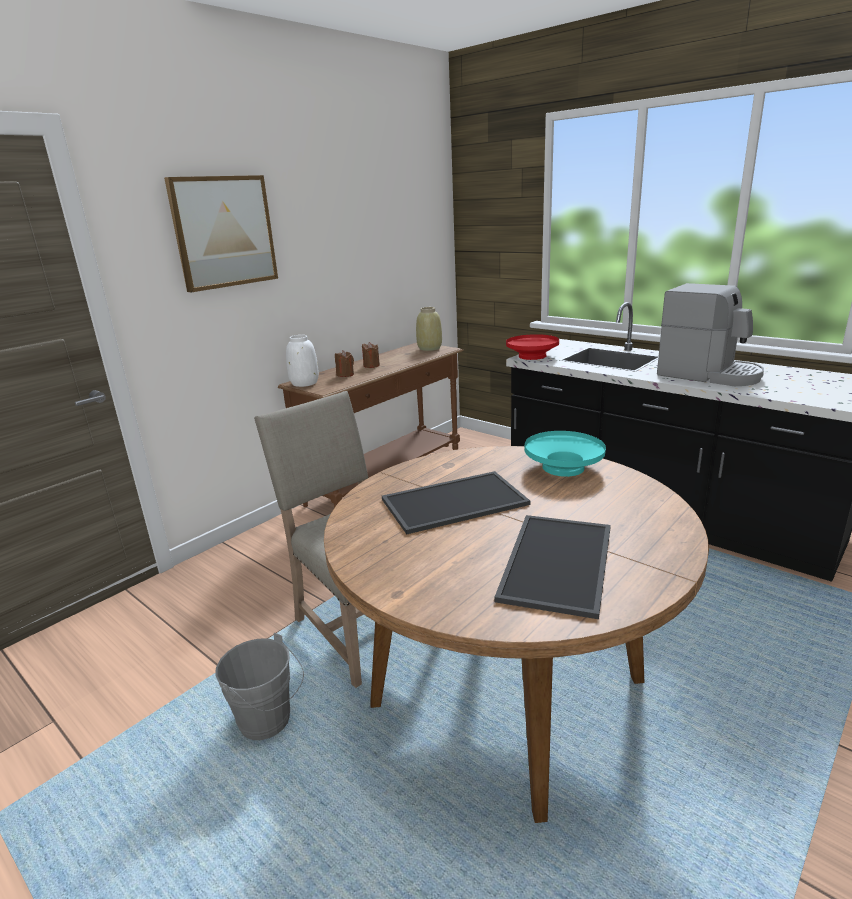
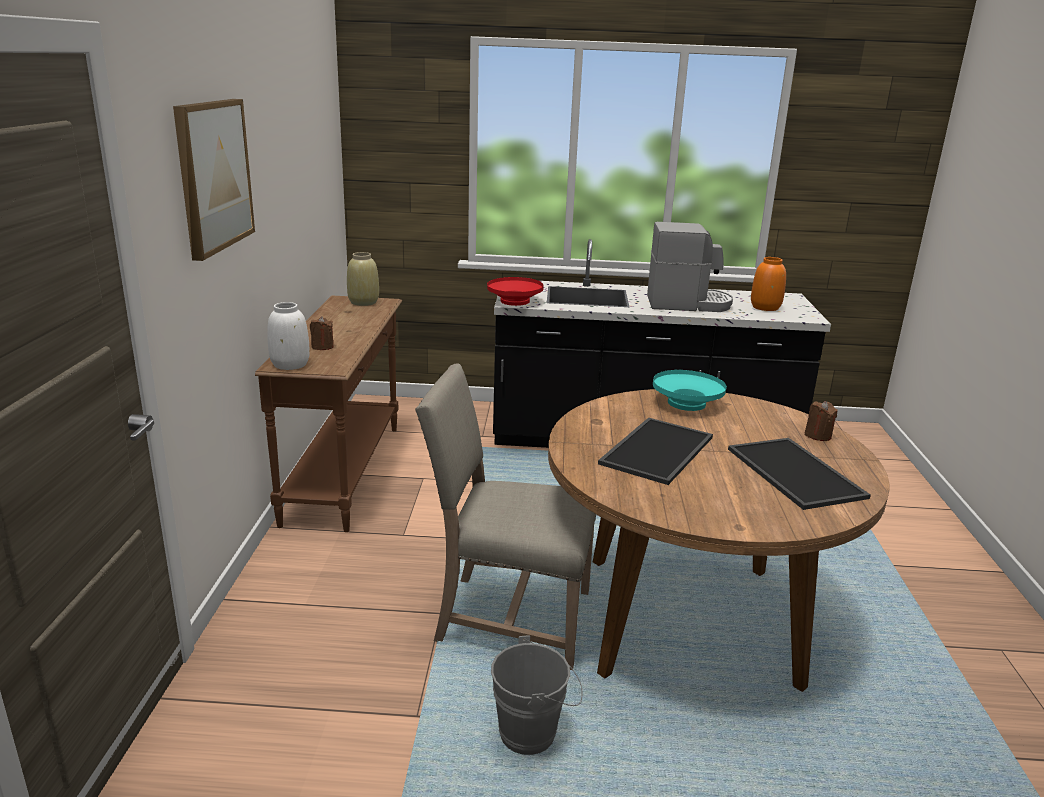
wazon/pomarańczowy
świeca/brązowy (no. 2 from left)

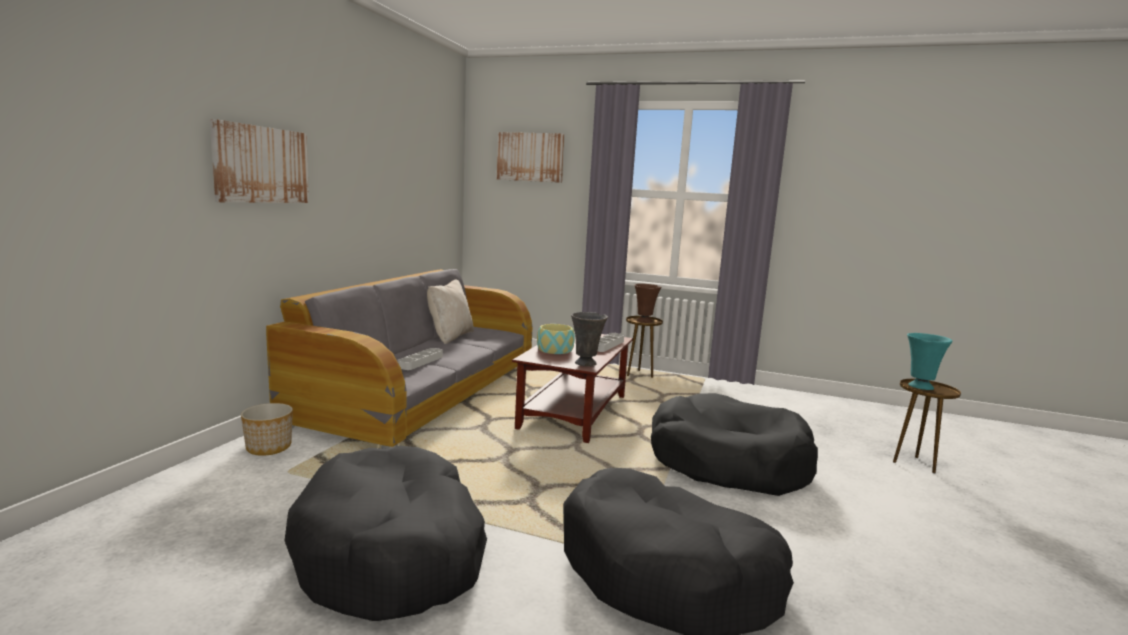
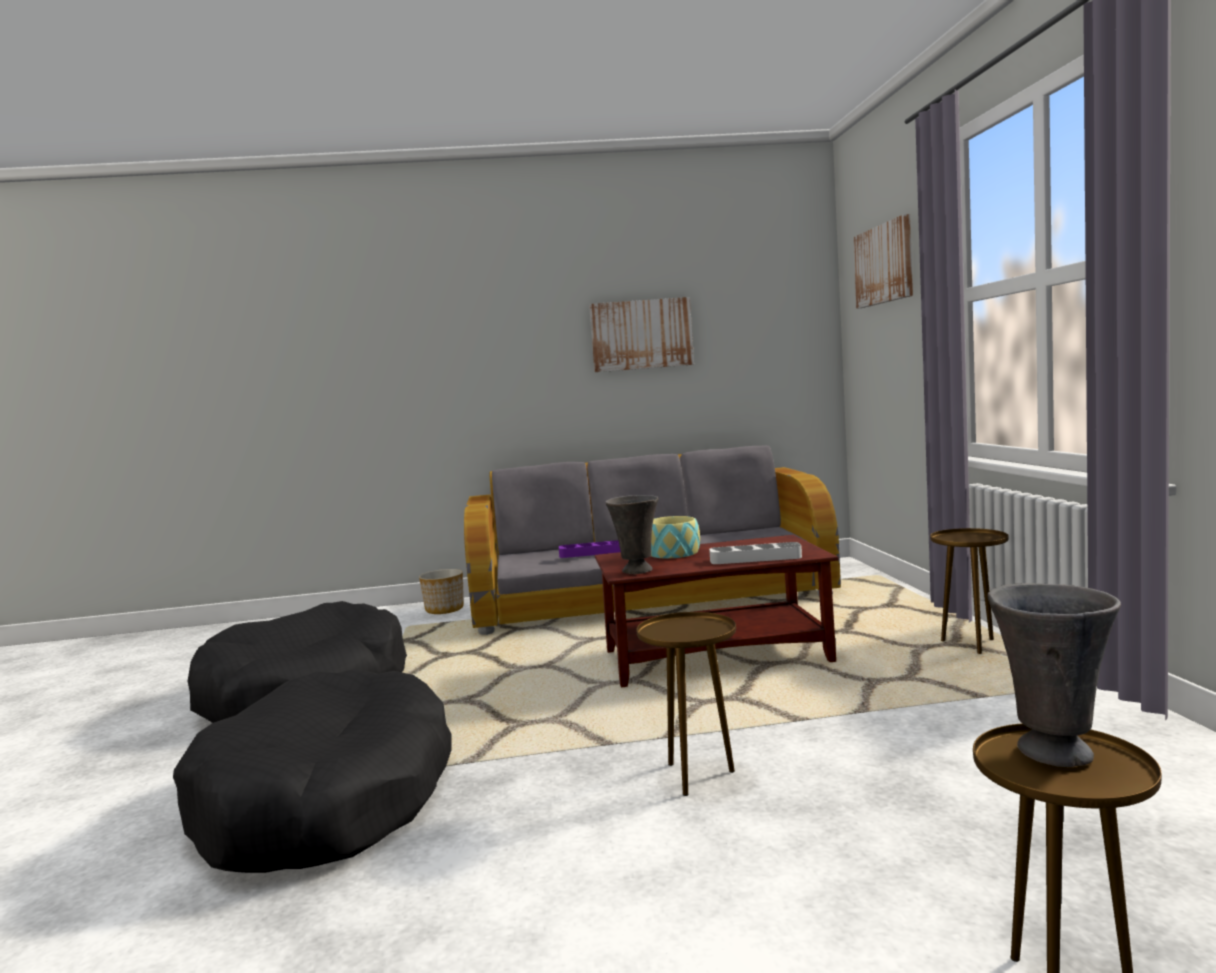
poduszka/beżowy
wazon/brązowy
obraz (no. 1 from left)
stolik/brązowy (no. 1 from left)
taca/fioletowy
wazon/szary (no. 2 from left)

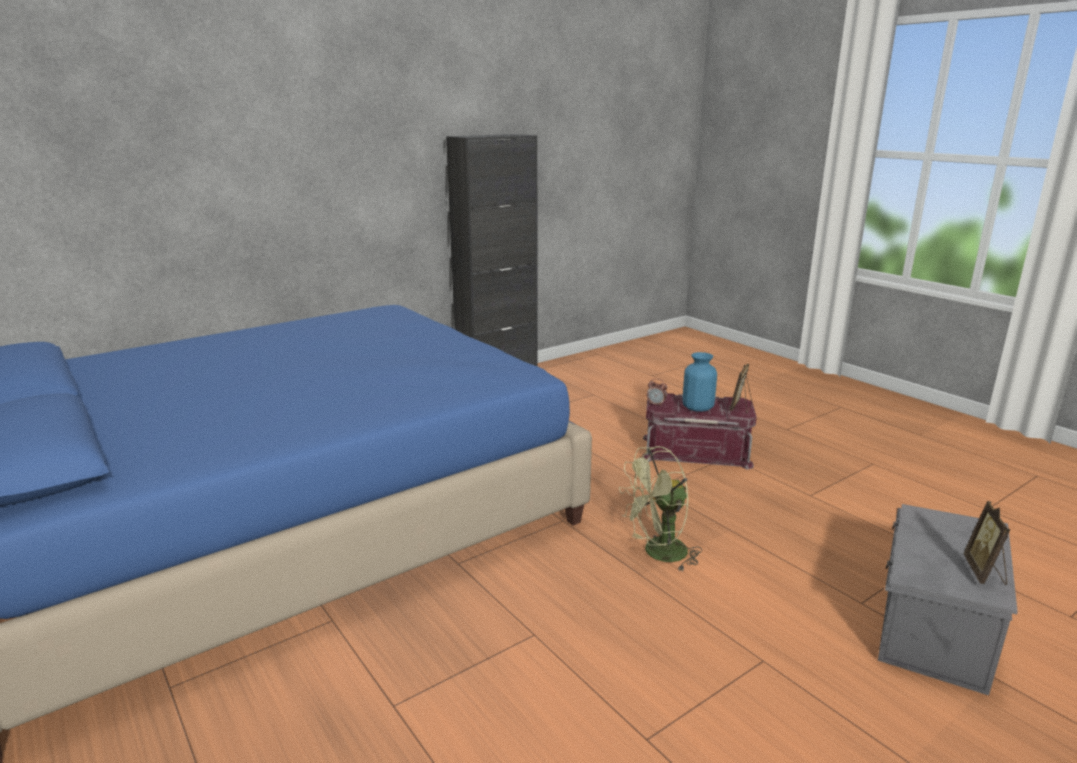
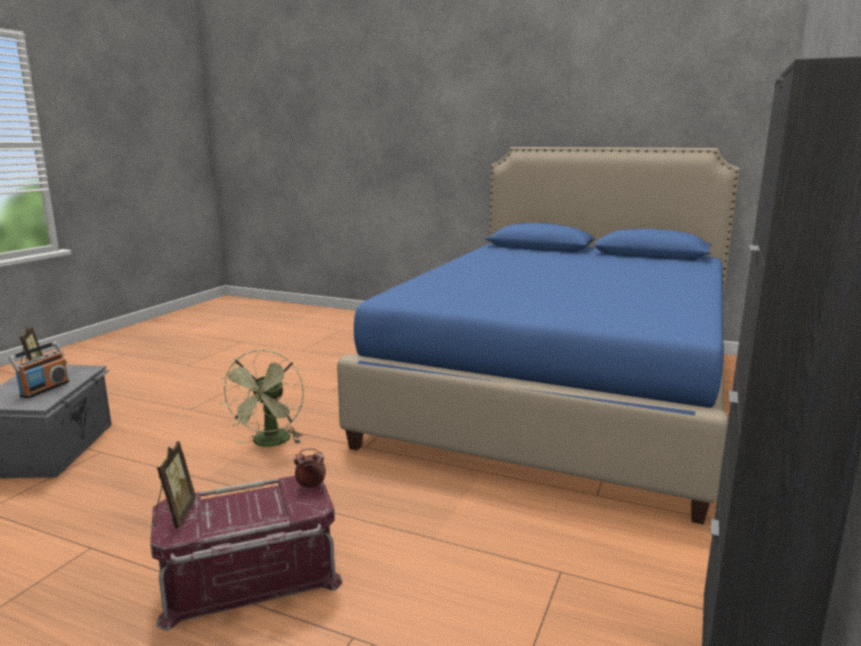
wazon/niebieski
radio
wentylator/zielony

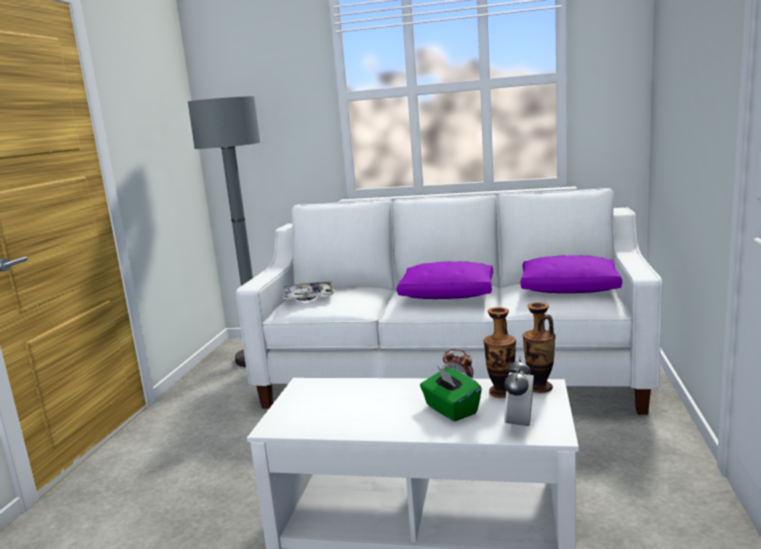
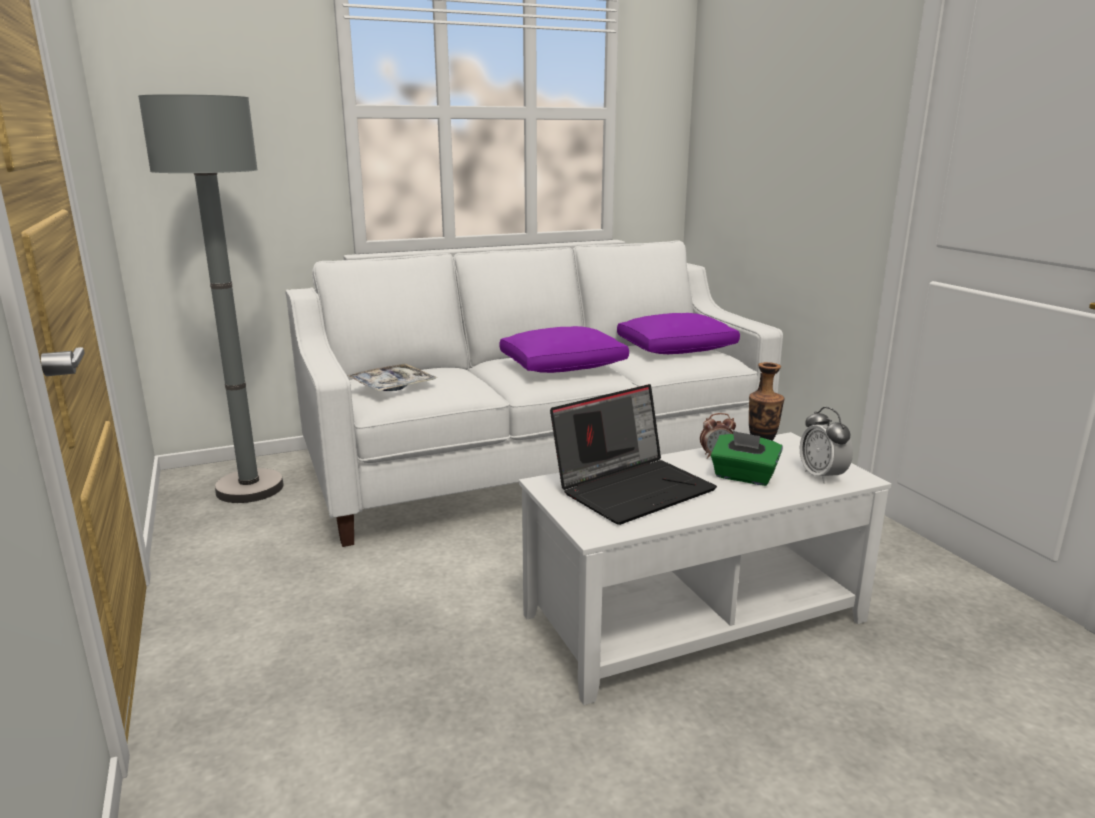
wazon (no. 2 from left in the first image)
laptop

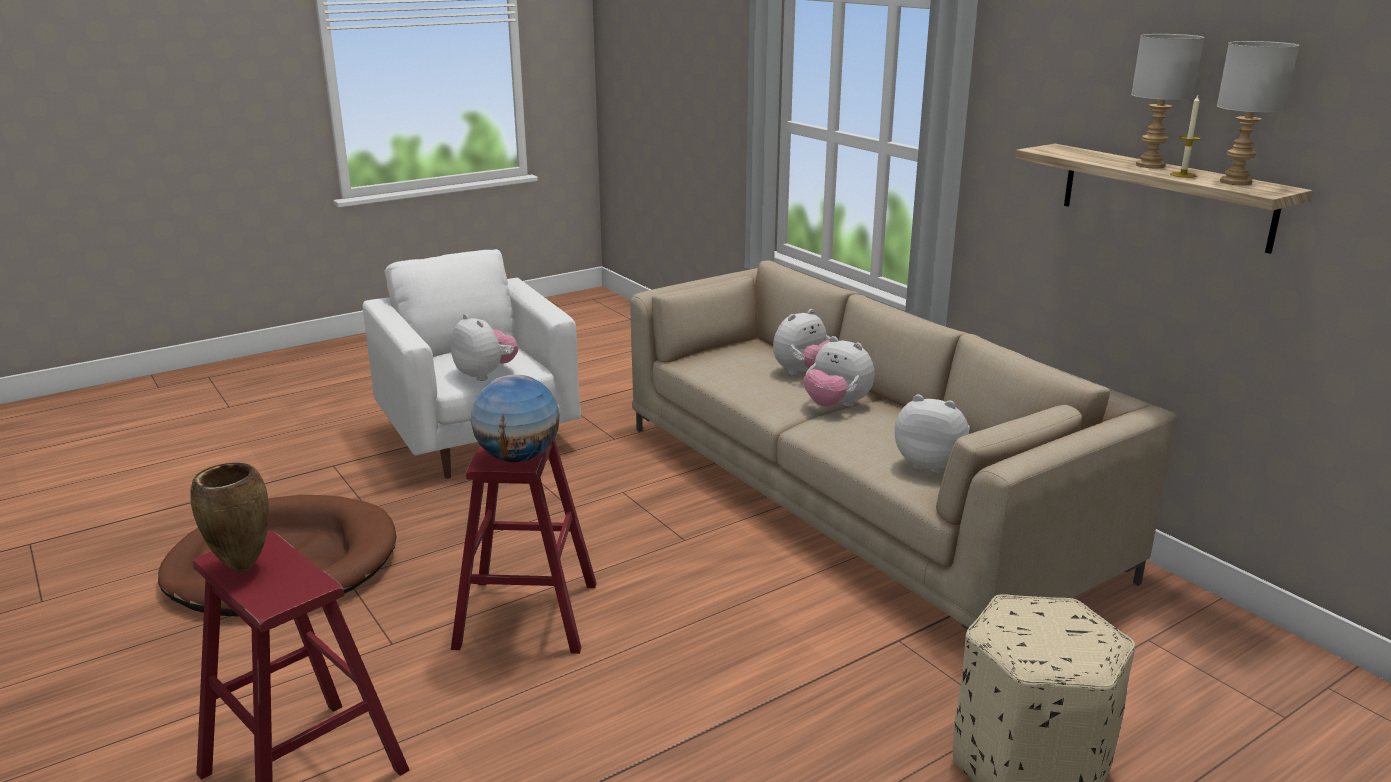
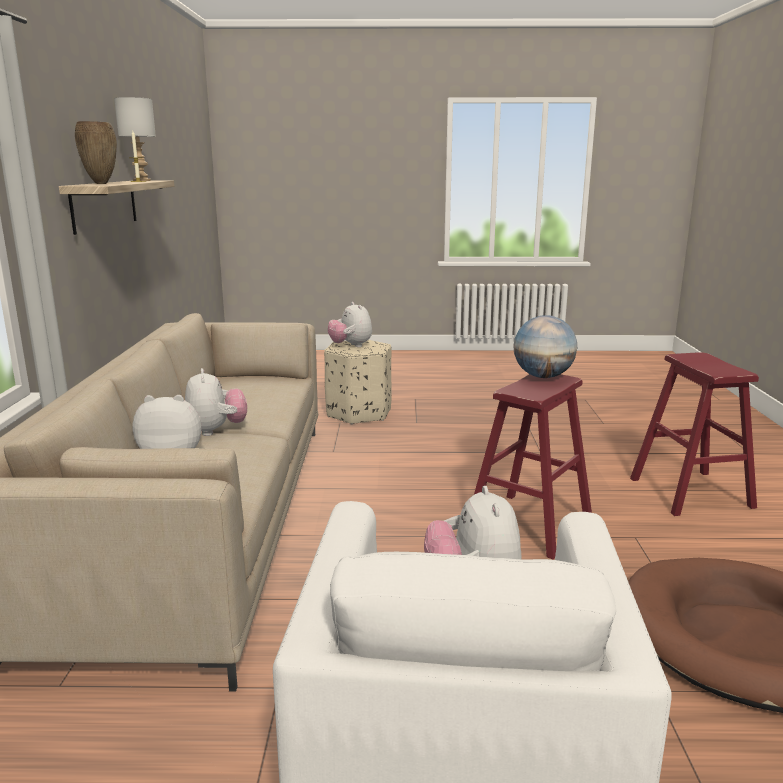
lampa stołowa/szary (no. 1 from left in the first image)
wazon/brązowy
pluszak (no. 3 from left)

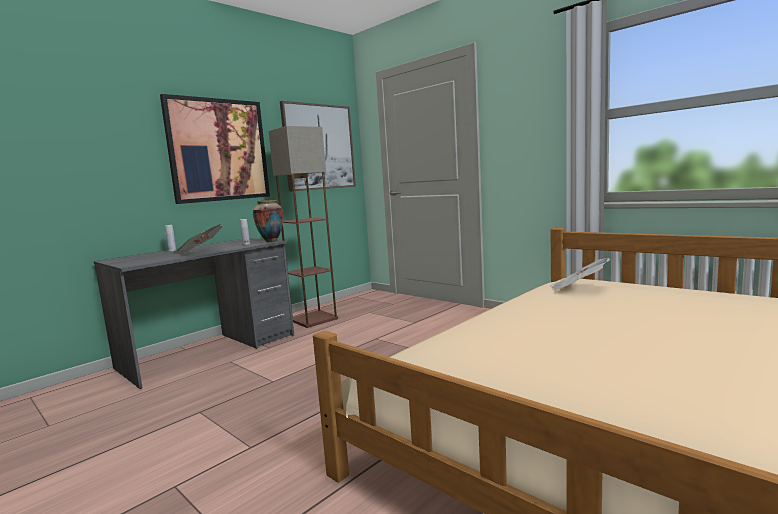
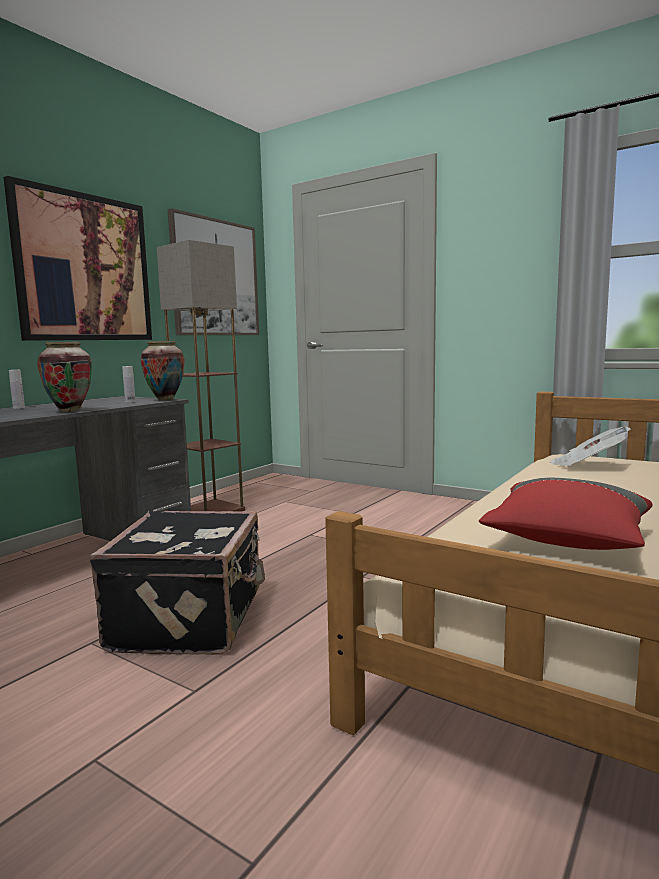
walizka/czarny
poduszka/czerwony
wazon (no. 1 from left)

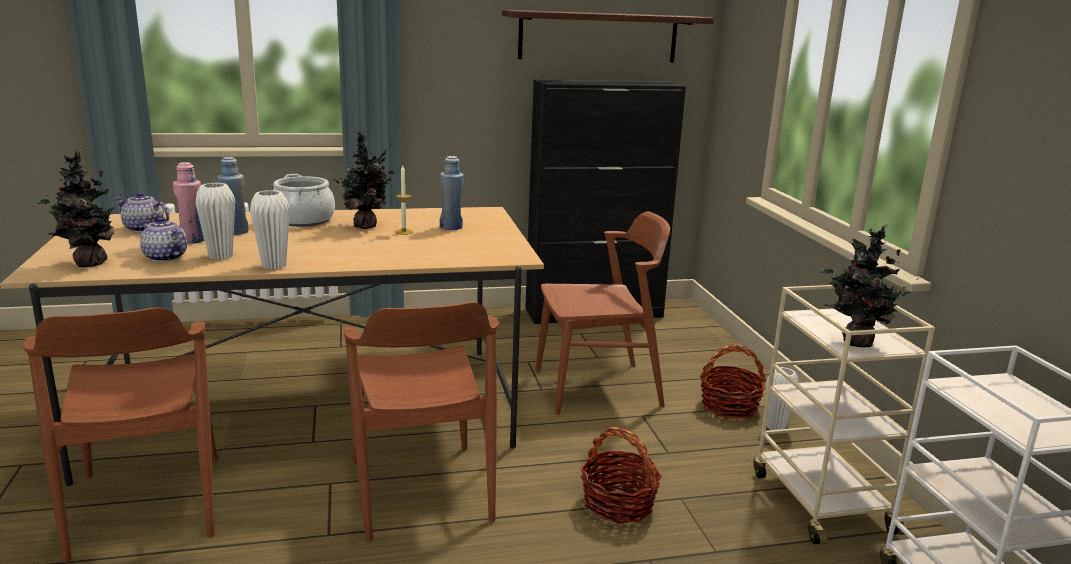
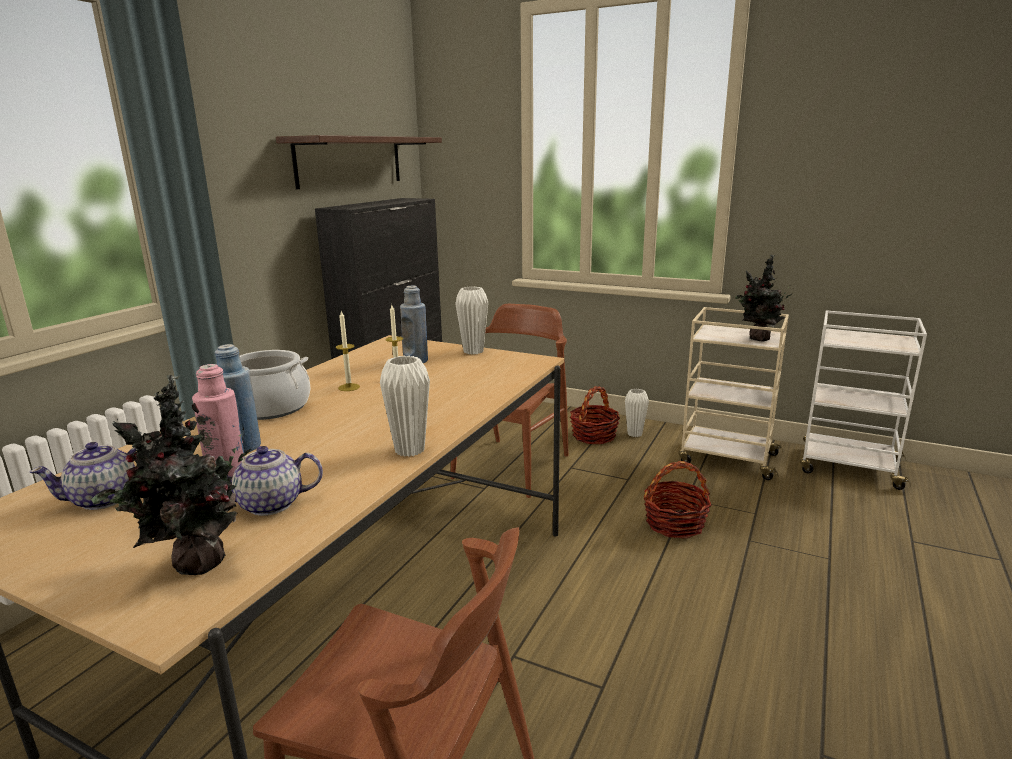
krzesło/brązowy (no. 2 from left in the first image)
wazon/biały (no. 2 from left)
świeca (no. 1 from left)

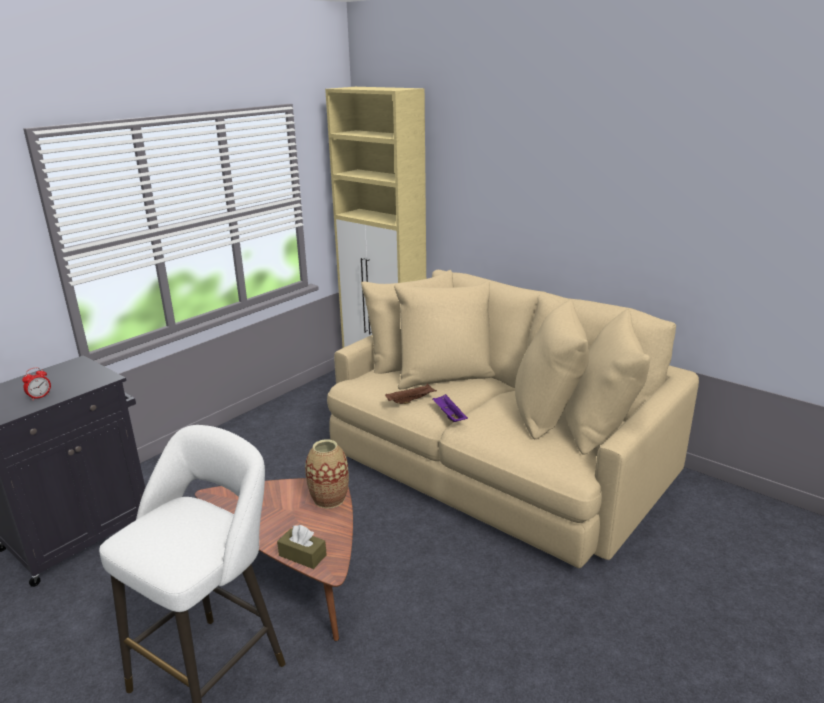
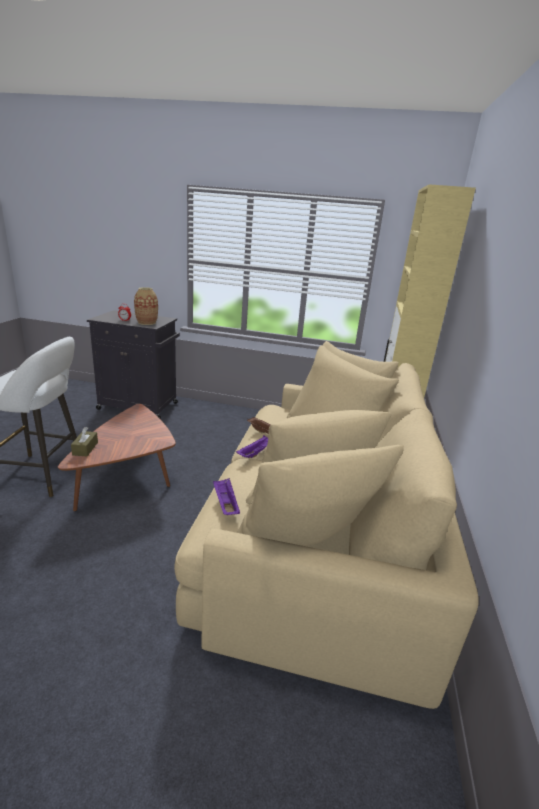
taca/fioletowy (no. 1 from left)
wazon

